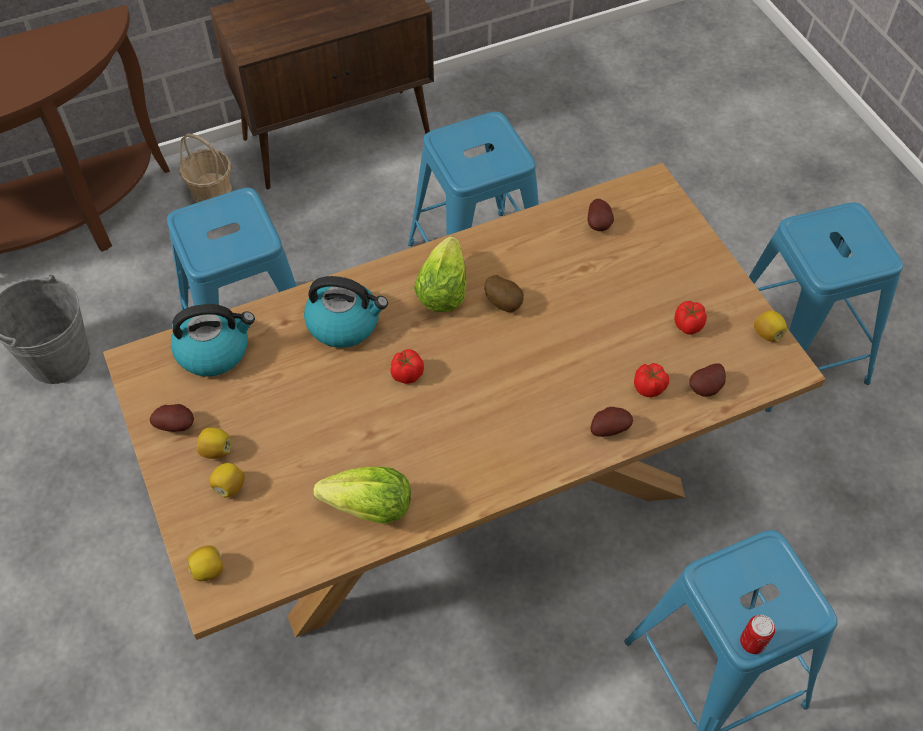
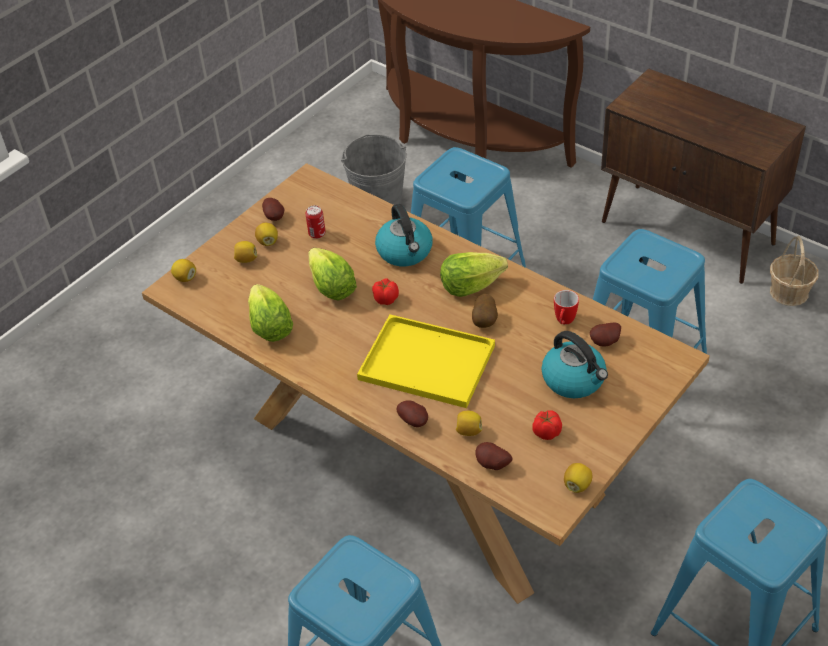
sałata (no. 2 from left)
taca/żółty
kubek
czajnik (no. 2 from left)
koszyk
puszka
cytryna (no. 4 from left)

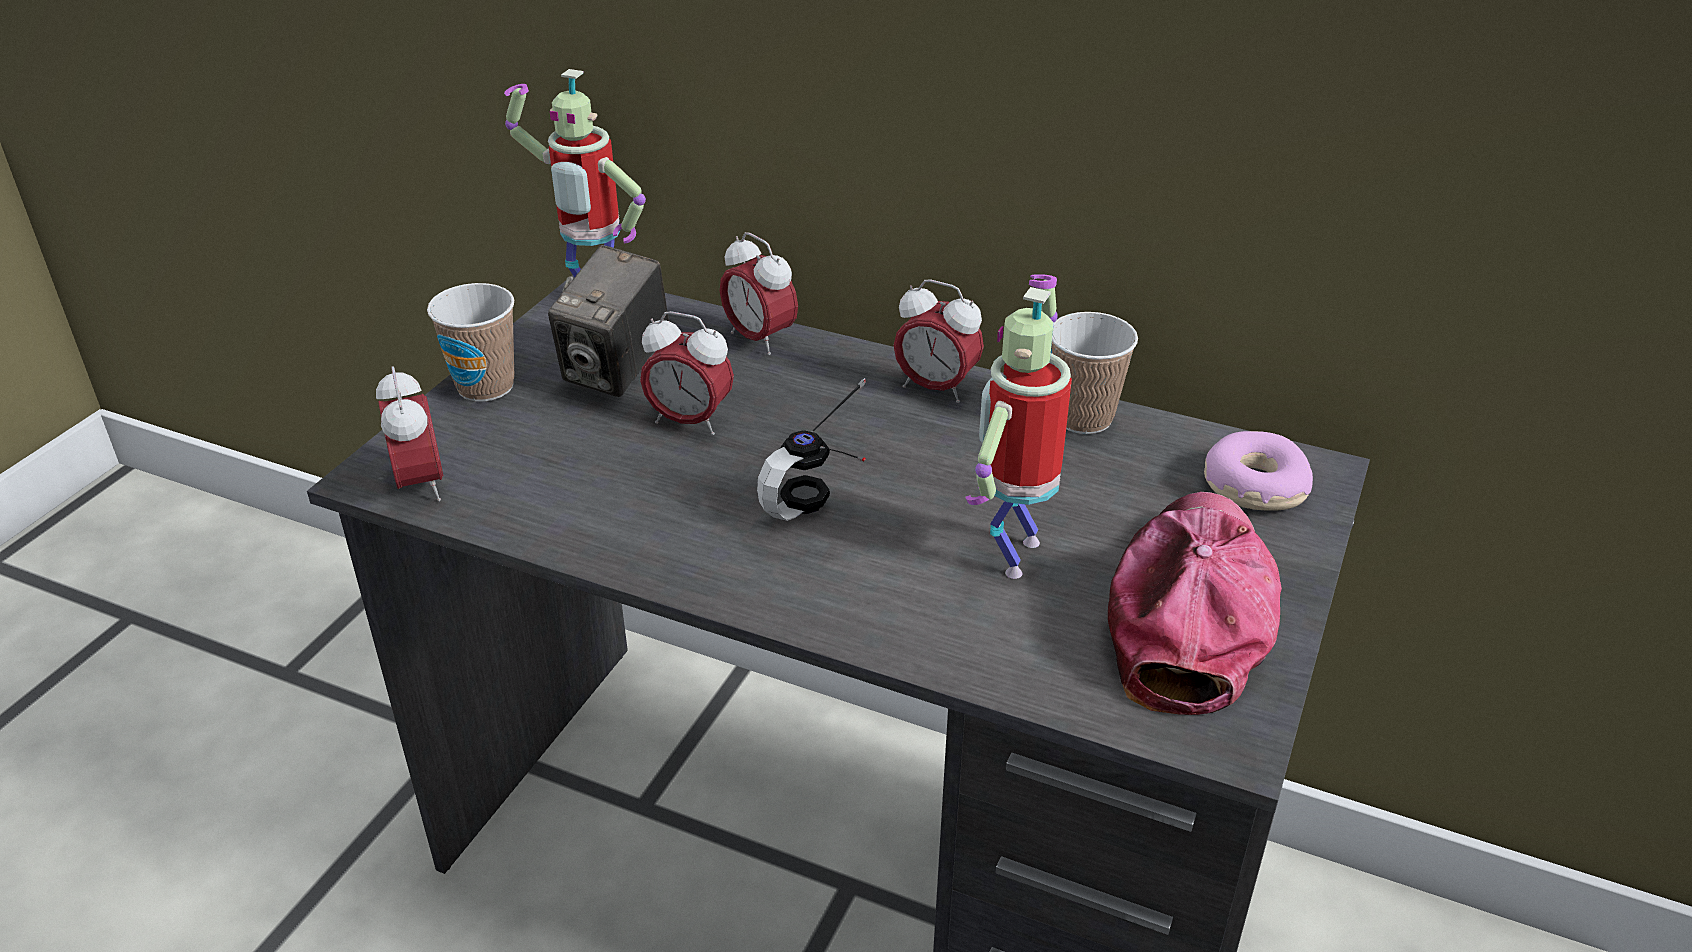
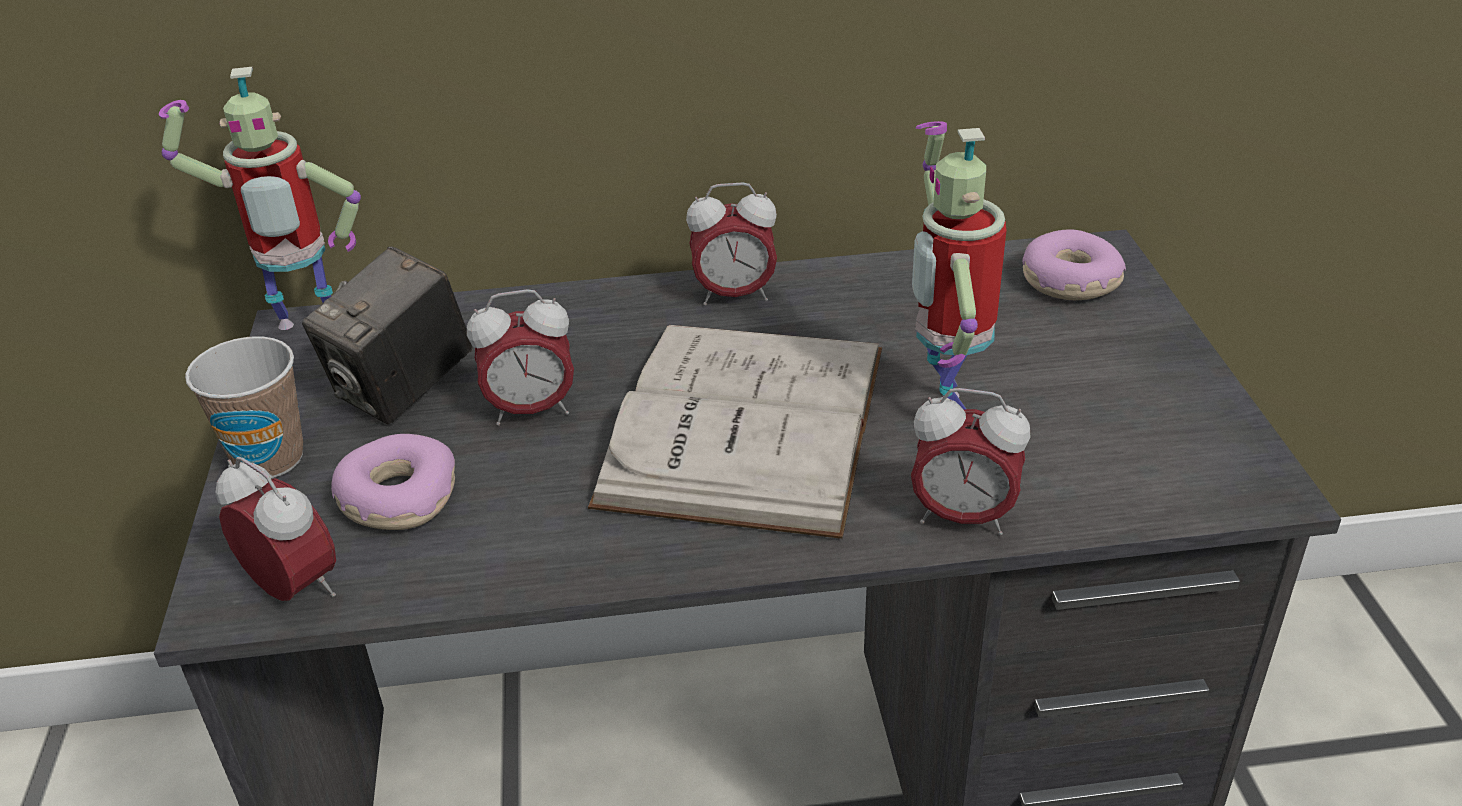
filiżanka (no. 2 from left in the first image)
czapka z daszkiem
donut (no. 1 from left)
budzik (no. 4 from left)
książka/biały
aparat fotograficzny

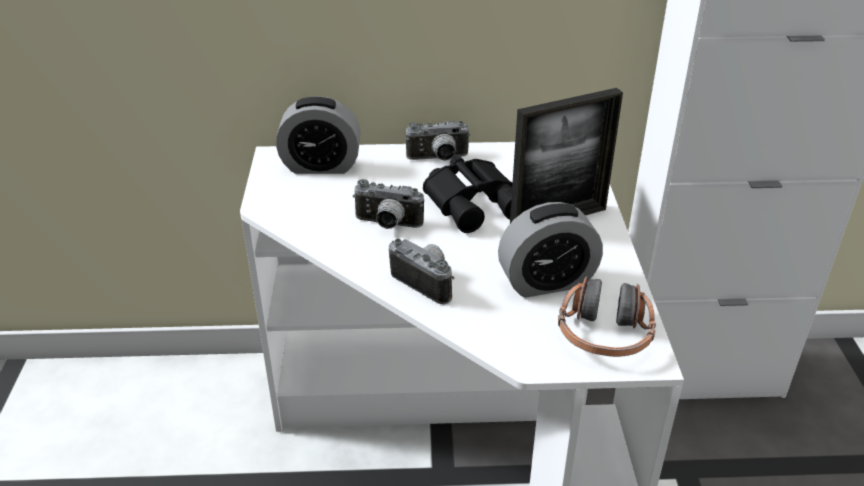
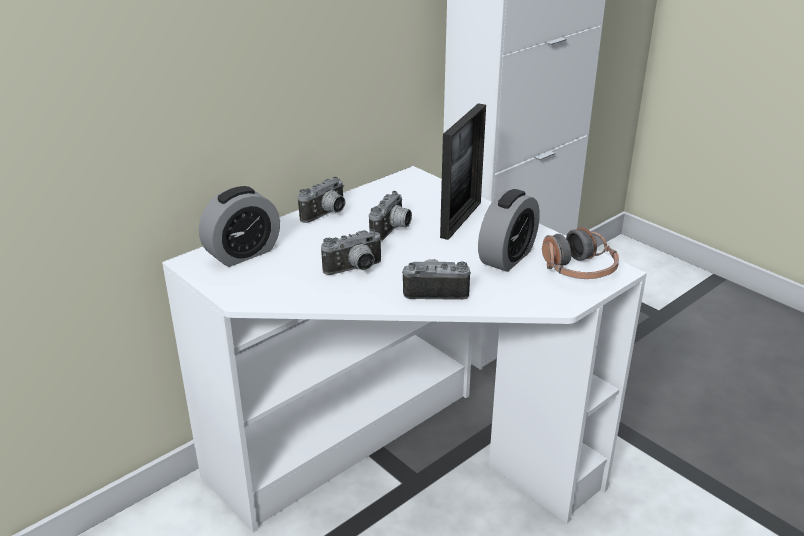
aparat fotograficzny (no. 3 from left)

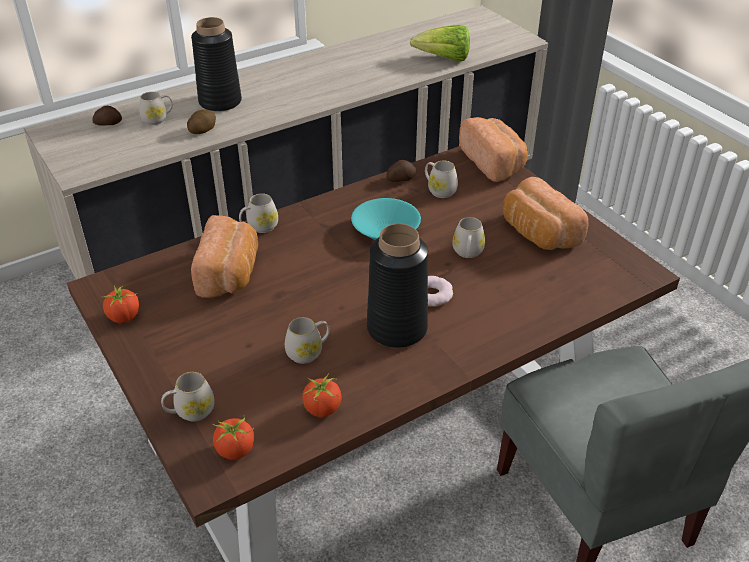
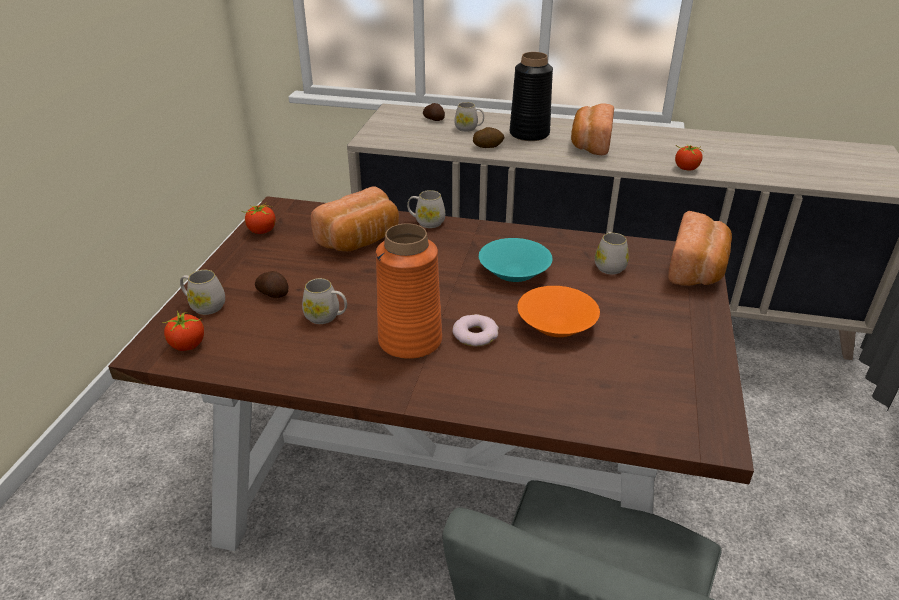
sałata
pomidor (no. 3 from left)
ziemniak (no. 1 from left)
chleb (no. 2 from left)
miska/pomarańczowy
wazon/pomarańczowy

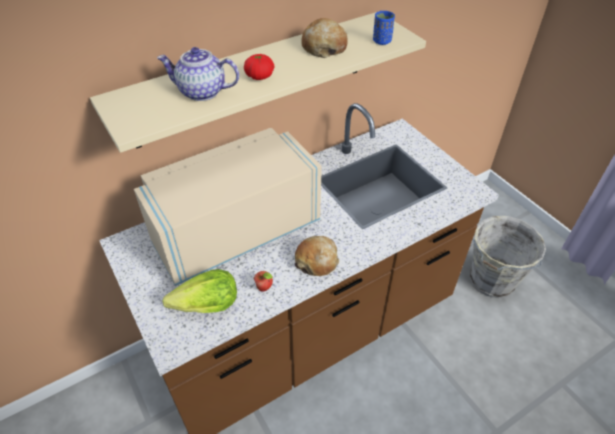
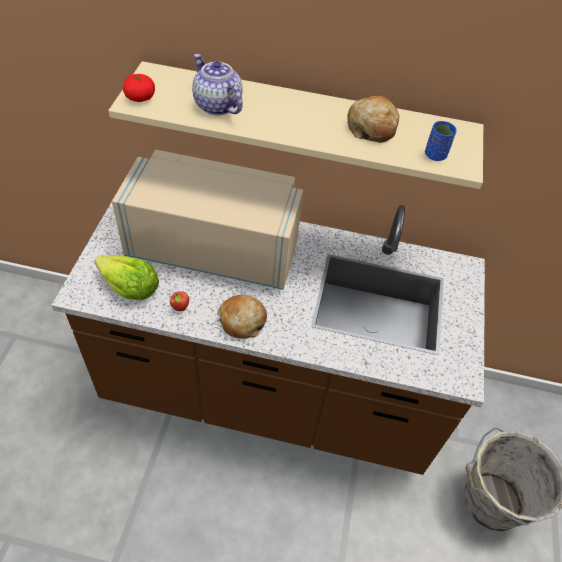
pomidor

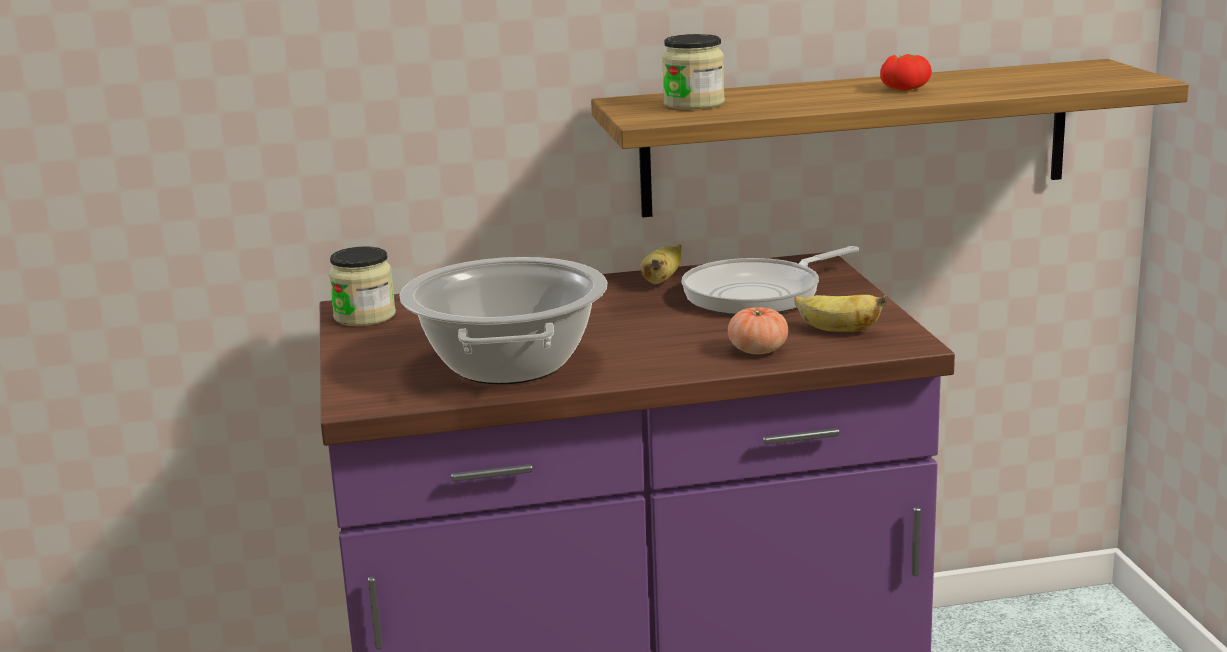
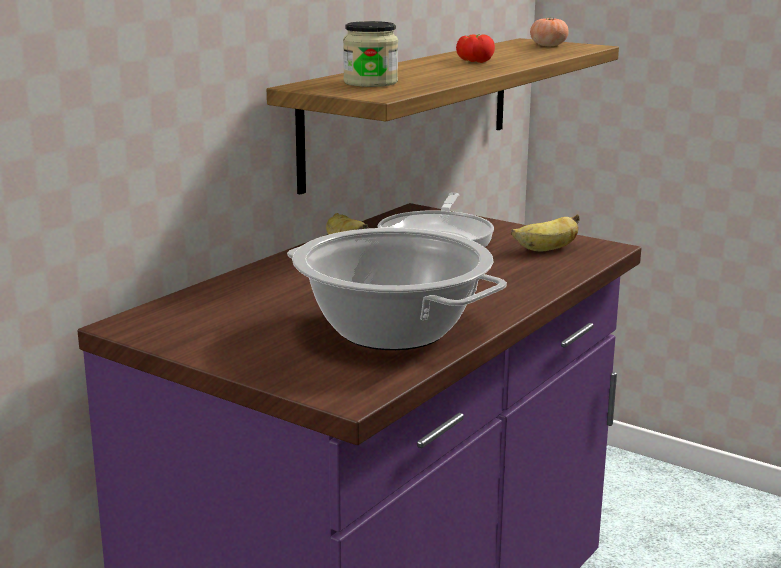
słoik (no. 1 from left in the first image)
pomidor (no. 2 from left)

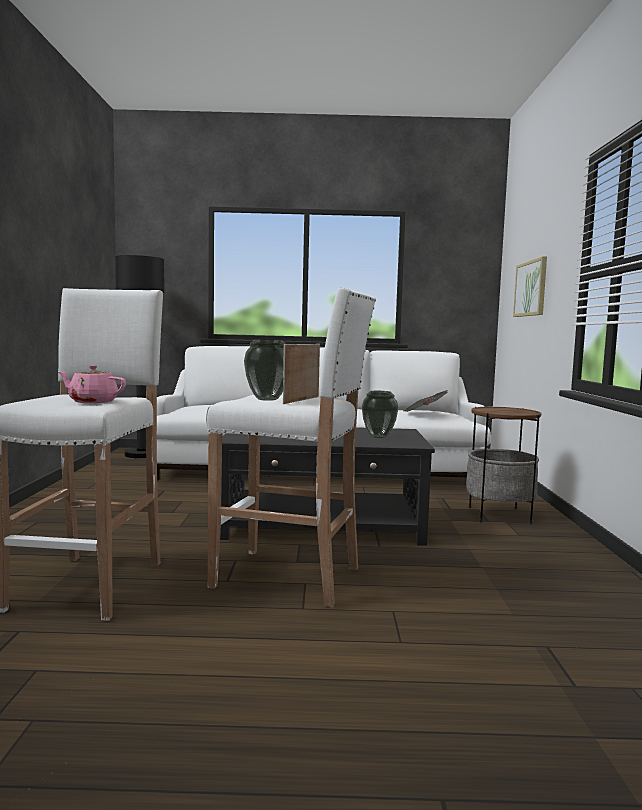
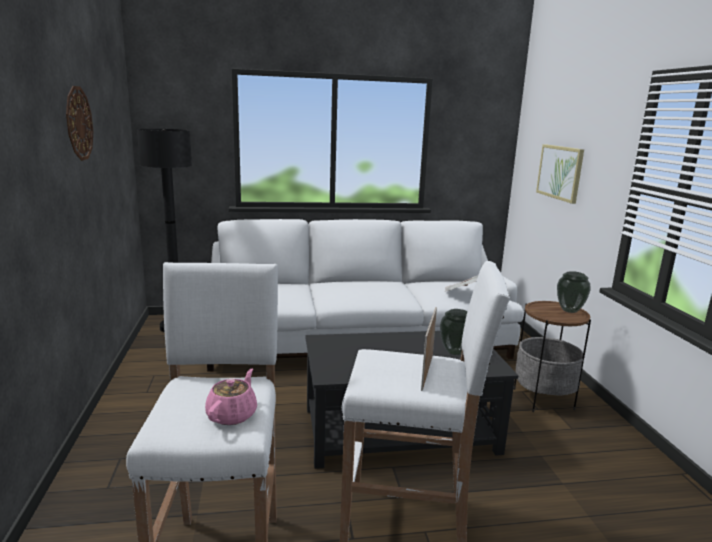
zegar ścienny
wazon (no. 2 from left)
imbryk/różowy

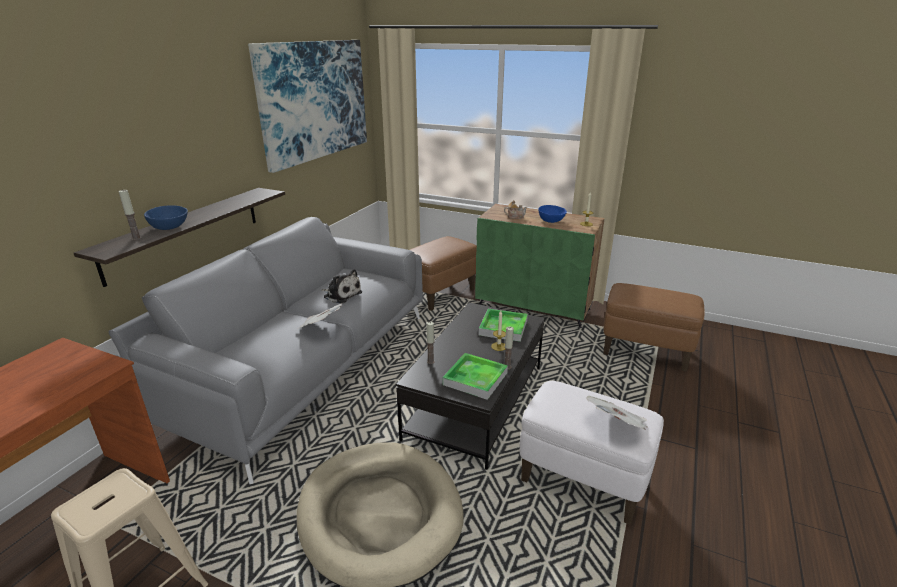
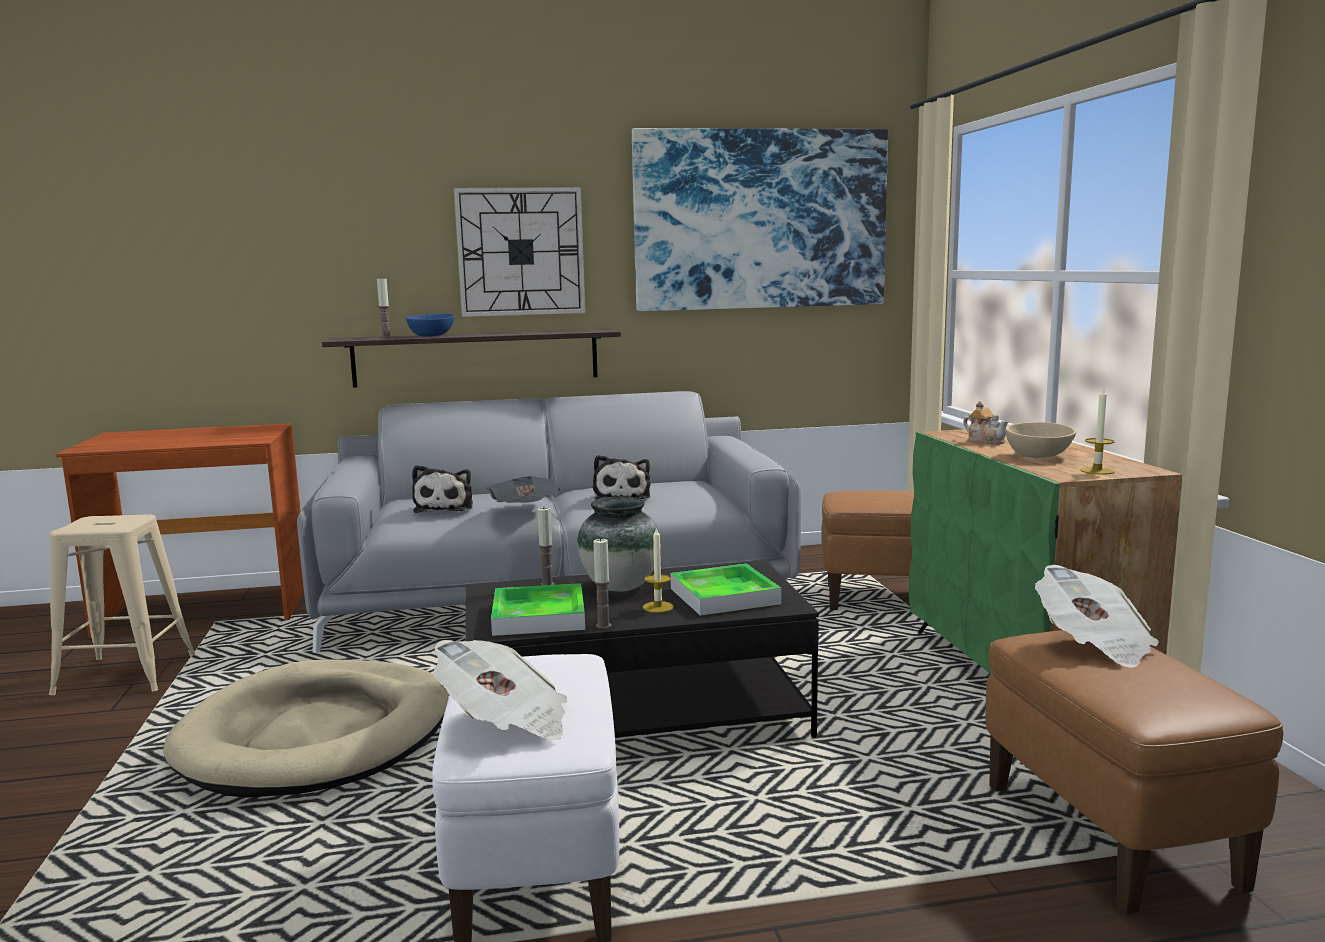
pluszak (no. 1 from left)
zegar ścienny
wazon
gazeta (no. 3 from left)
miska/beżowy

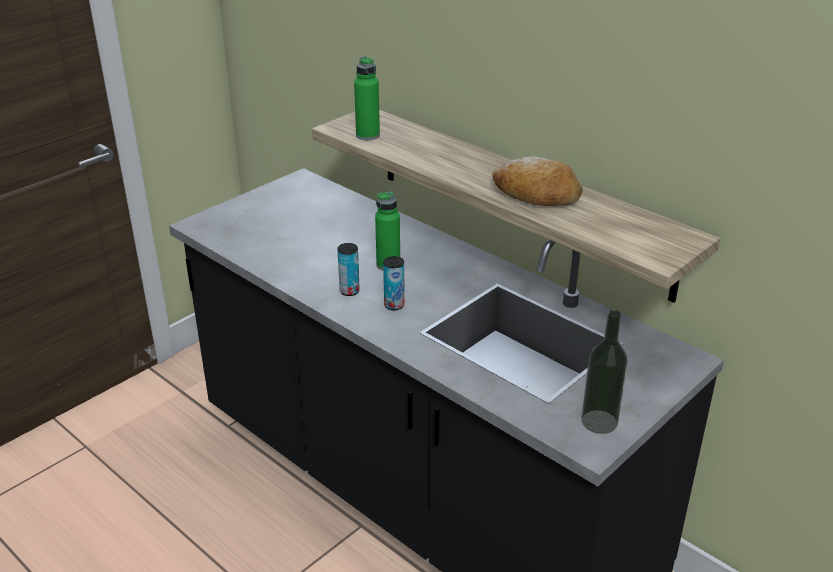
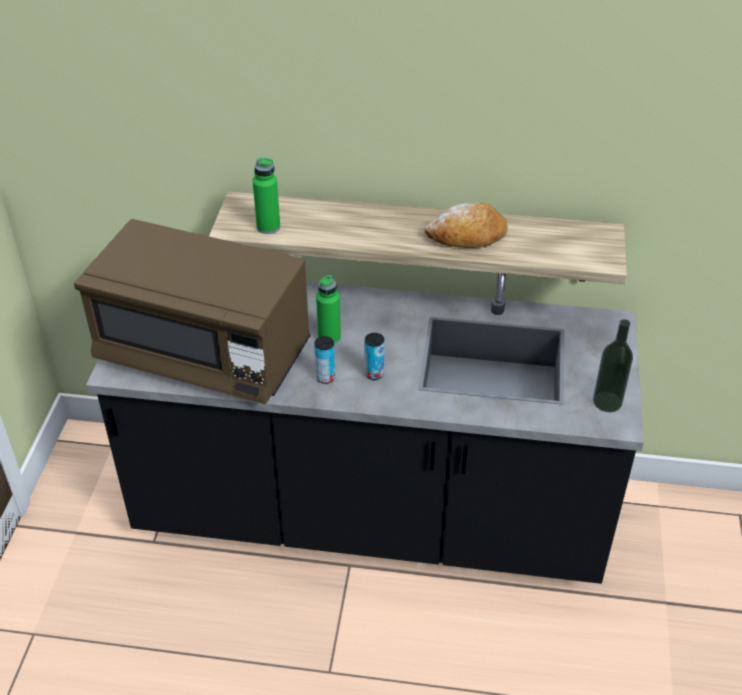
mikrofalówka/brązowy

